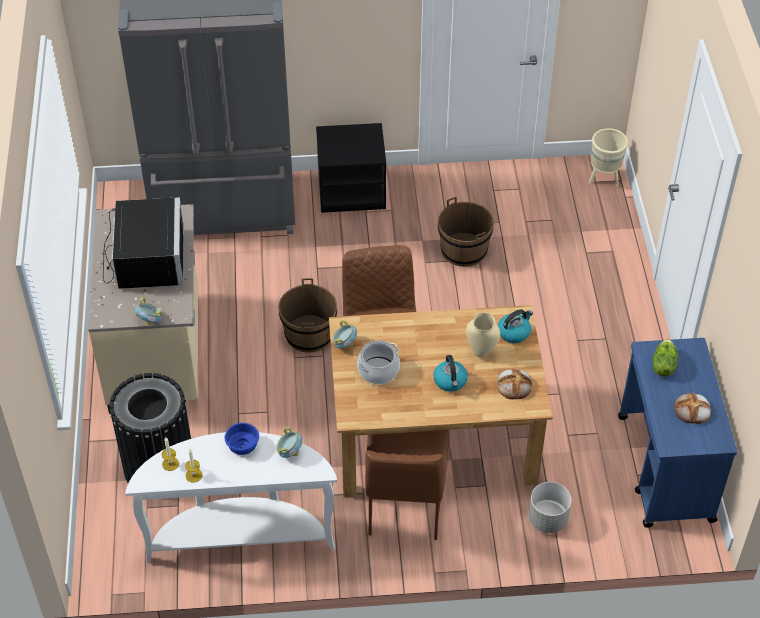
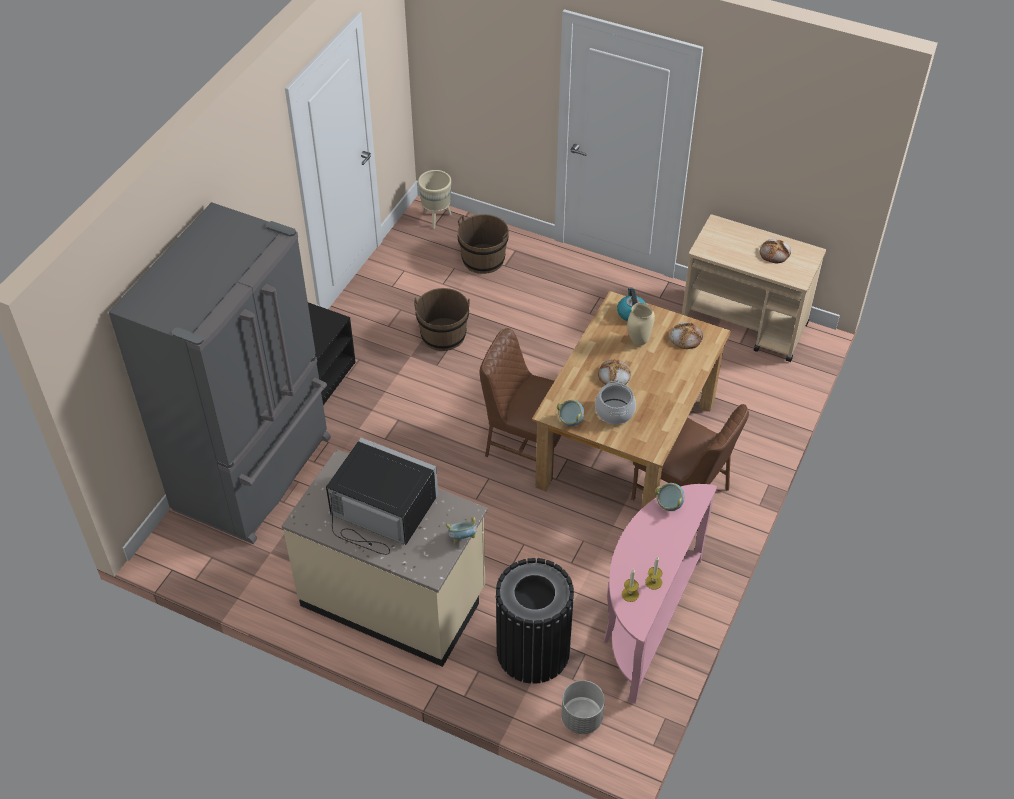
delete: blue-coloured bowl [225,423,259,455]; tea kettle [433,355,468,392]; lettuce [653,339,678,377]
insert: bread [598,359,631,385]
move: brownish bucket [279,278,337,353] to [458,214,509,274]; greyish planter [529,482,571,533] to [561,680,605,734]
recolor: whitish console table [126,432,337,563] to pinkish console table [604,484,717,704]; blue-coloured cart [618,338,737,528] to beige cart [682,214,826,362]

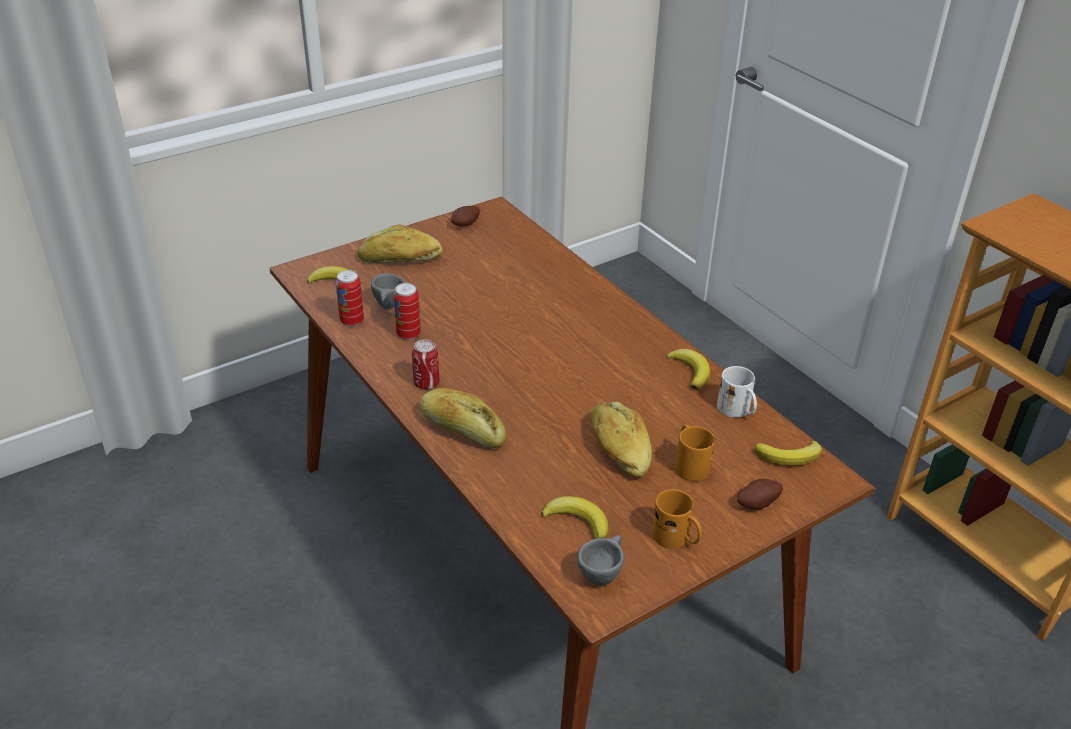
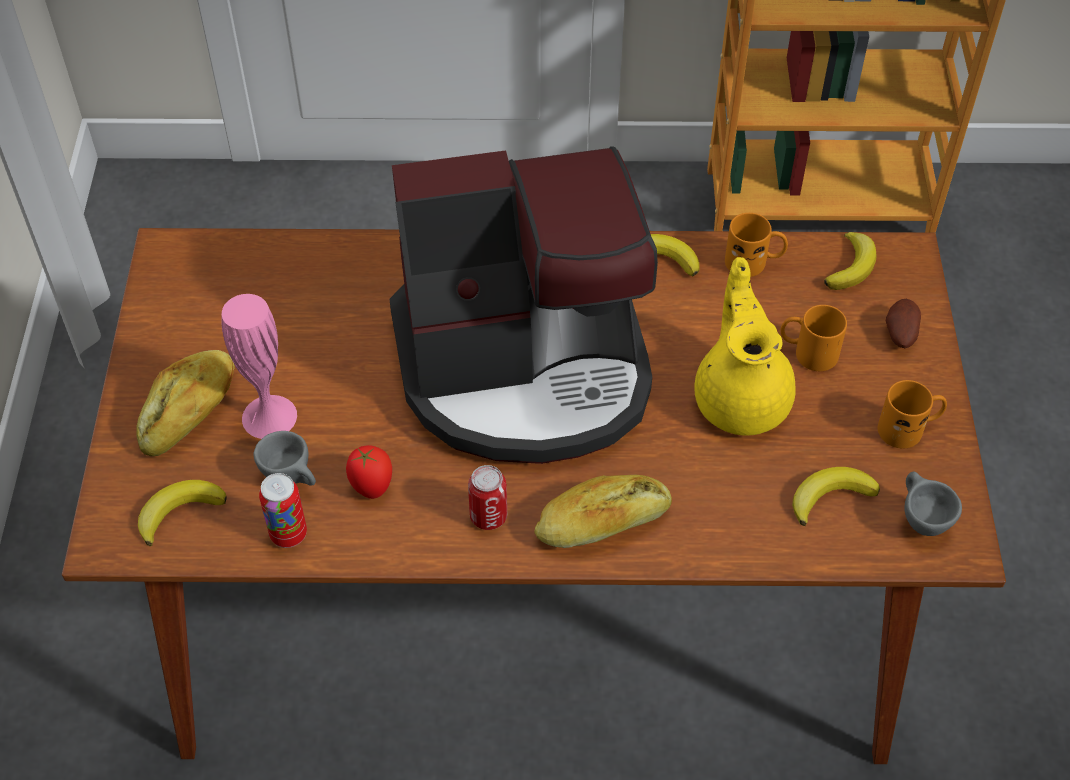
delete: spud [451,206,480,226]
insert: pinkish flower vase [221,294,297,439]; coffee maker [389,146,658,464]
replace: metal can [394,283,421,340] to whole tomato [346,445,392,499]; bread [591,402,652,477] to yellow pot for tea [694,257,796,436]
recolor: whitish mug [717,366,757,418] to orangey mug [725,213,788,277]

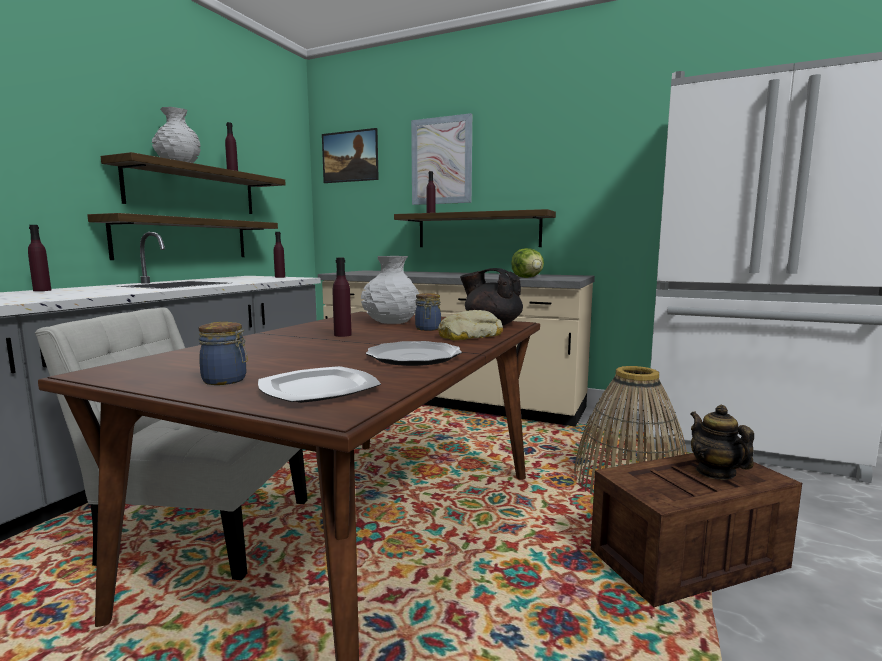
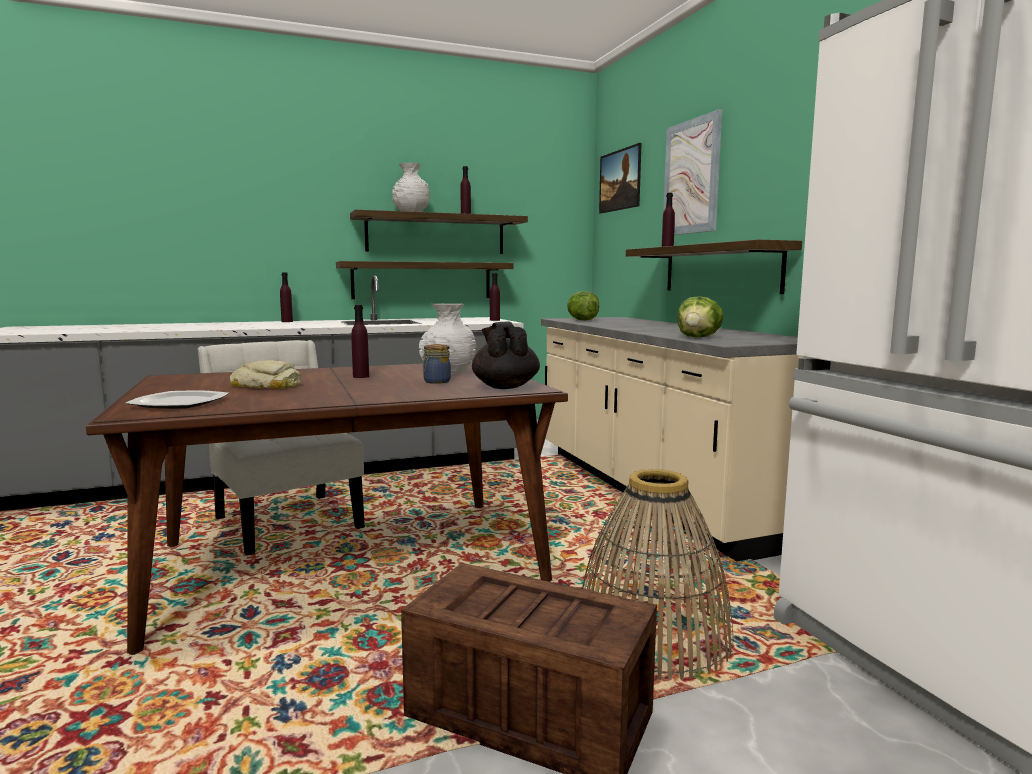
delete: storage jar [199,322,248,385]; dinner plate [366,341,462,366]; pot for tea [690,405,754,480]
insert: lettuce [567,291,599,321]
move: bread [438,310,503,340] to [230,360,301,389]

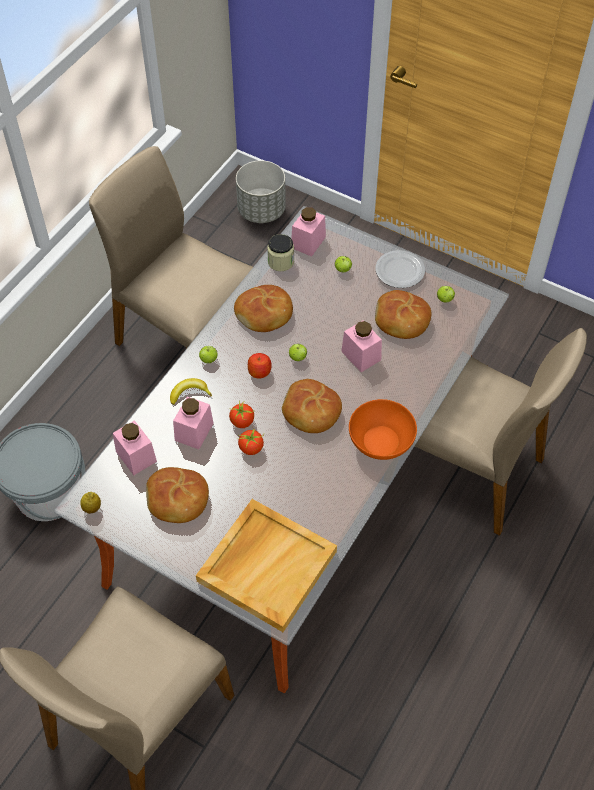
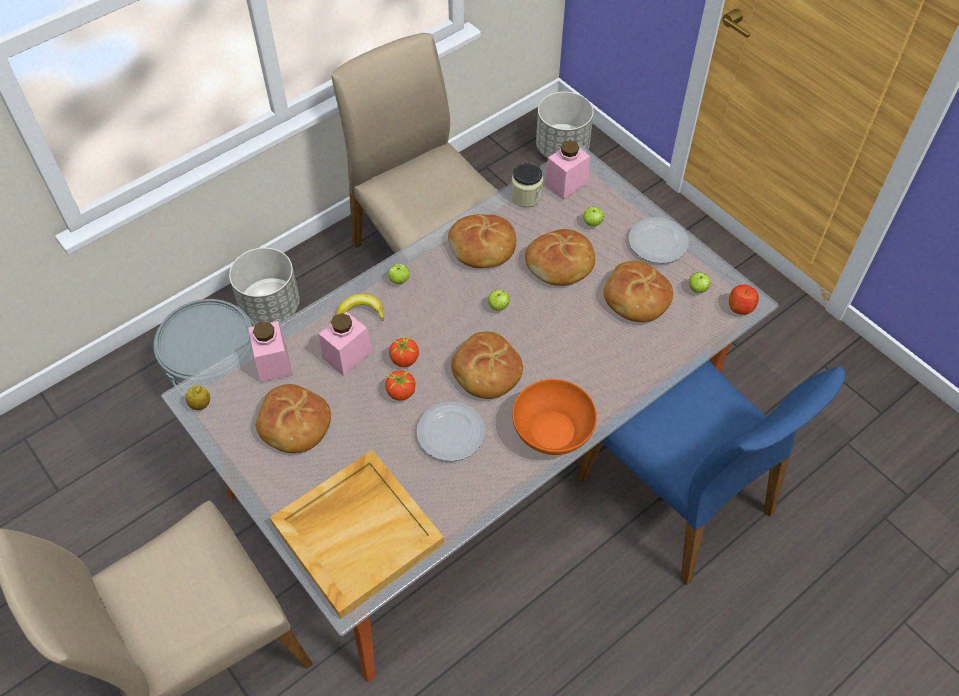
delete: pinkish storage jar [341,321,382,372]
insert: greyish planter [229,248,300,325]; dinner plate [417,401,485,461]; bread [525,229,595,286]
move: whole apple [248,353,272,379] to [729,284,759,315]
recolor: beige plain chair [415,328,587,536] to blue-coloured plain chair [577,360,845,586]

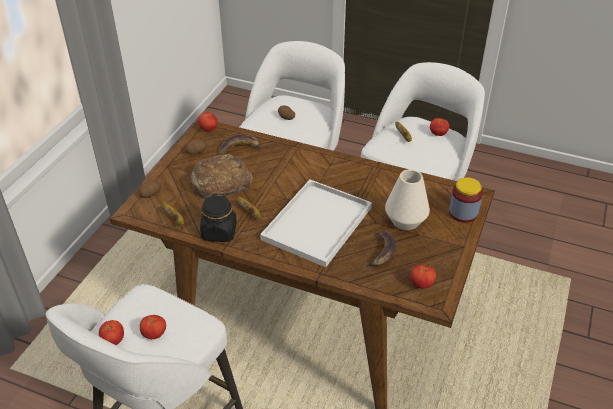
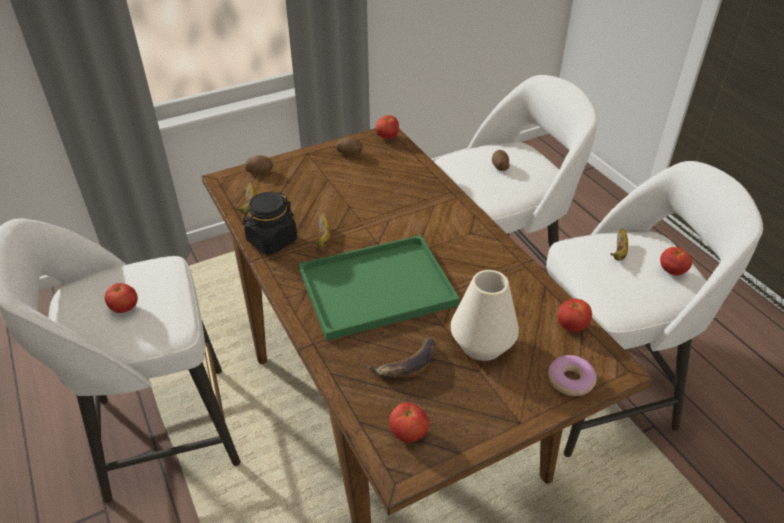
delete: bread [191,154,253,199]; banana fruit [219,135,263,155]
move: whole tomato [99,320,124,345] to [558,298,592,332]
replace: storage jar [449,177,483,223] to donut [548,355,597,396]
recolor: whitish carrying tray [260,179,372,267] to greenish carrying tray [299,235,460,341]

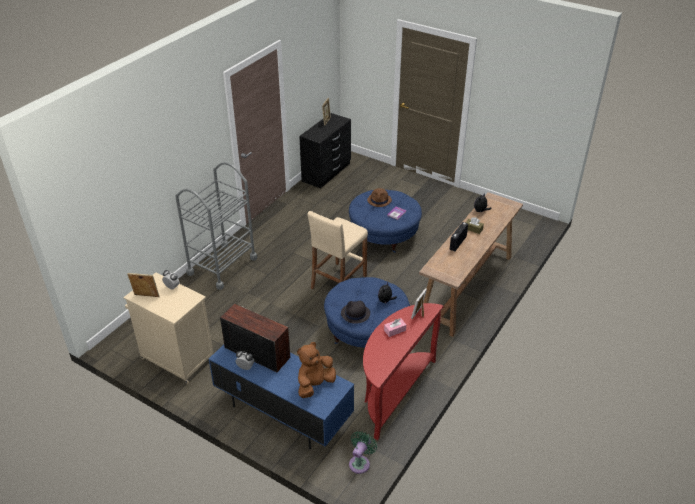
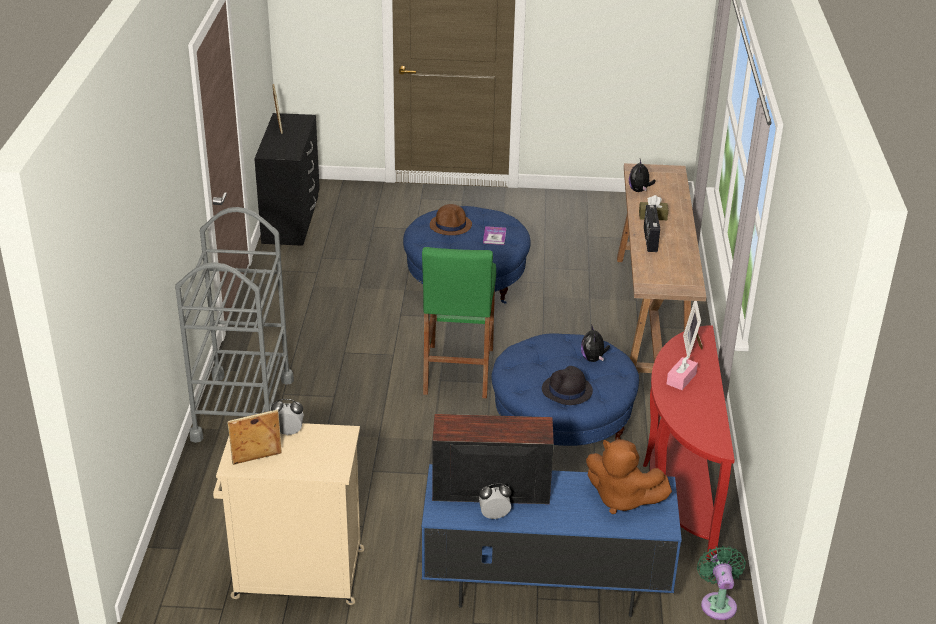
recolor: beige sitting stool [308,211,368,290] to greenish sitting stool [422,247,496,398]
rotate: brownish plush toy [297,342,336,398] = [586,439,672,514] 75 degrees counterclockwise

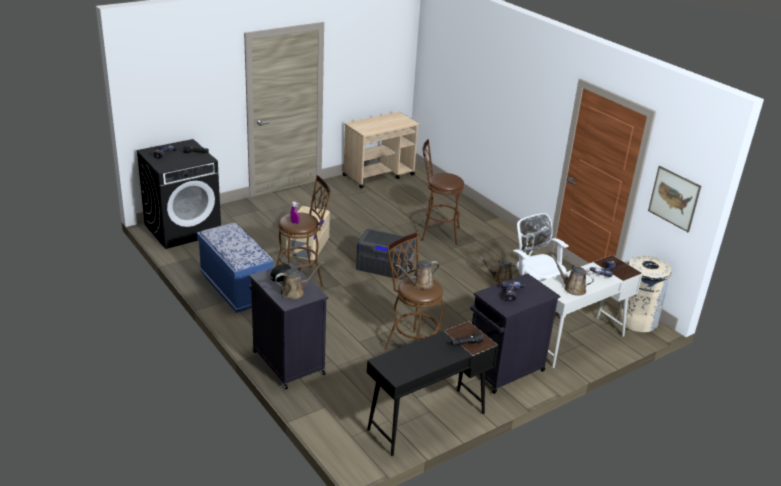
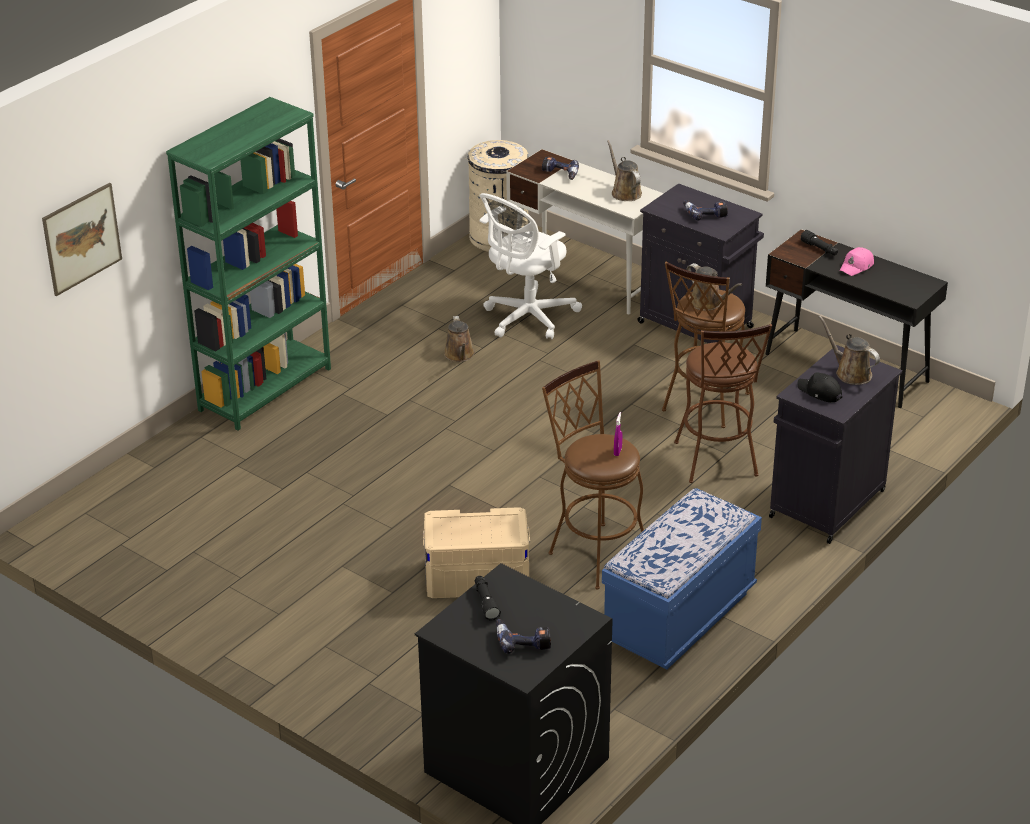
delete: beige cart [343,112,419,188]; greyish storage box [356,229,415,280]
insert: greenish bookcase [166,97,331,431]; pinkish cap [839,247,874,276]
move: brownish sitting stool [421,139,464,245] to [674,324,772,483]; wall art [648,166,701,232] to [42,183,122,296]
rotate: brownish watering can [551,255,594,296] = [607,140,642,201] 135 degrees clockwise

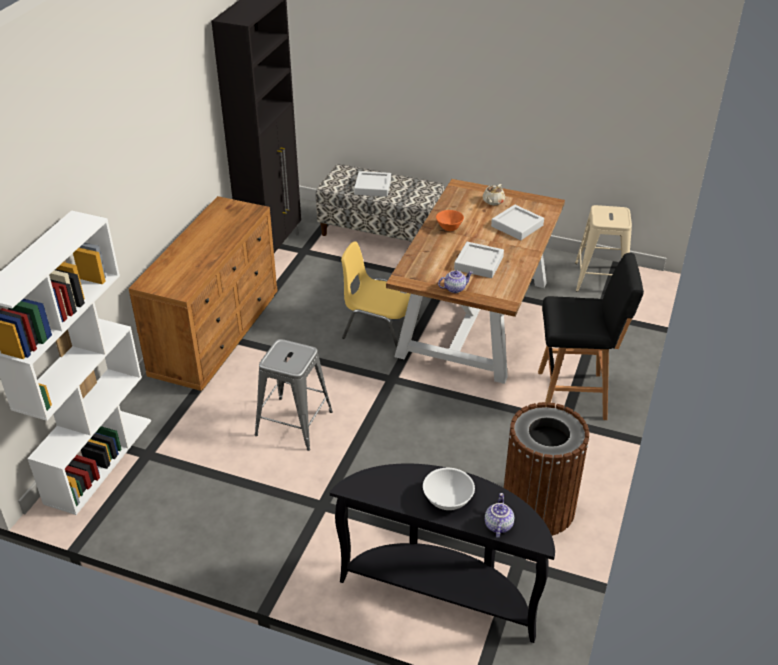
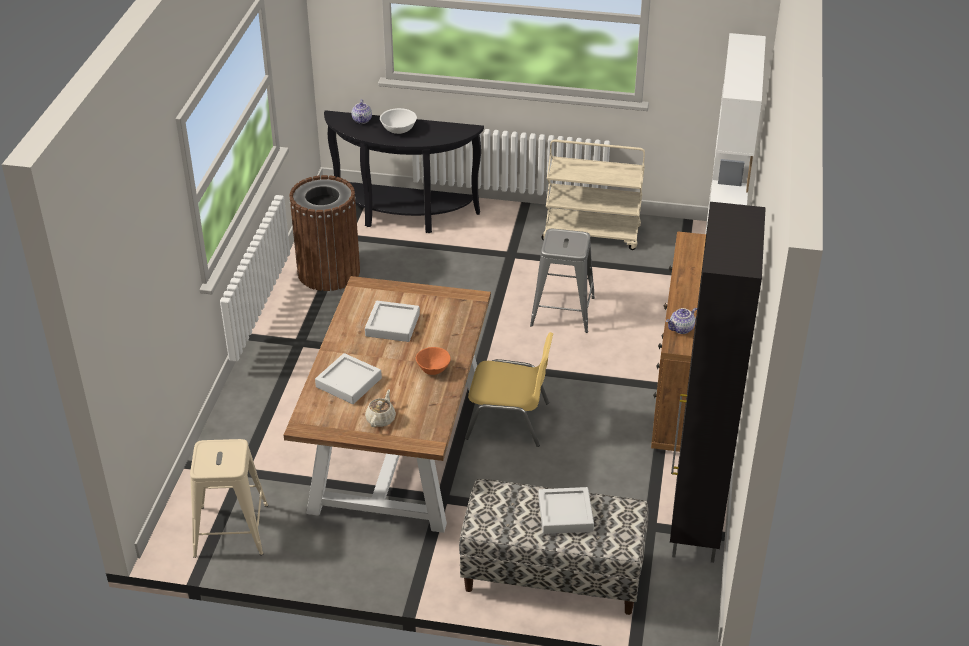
delete: blackish sitting stool [538,253,644,420]
insert: beige cart [541,140,645,250]
move: pot for tea [438,270,473,293] to [666,308,697,334]

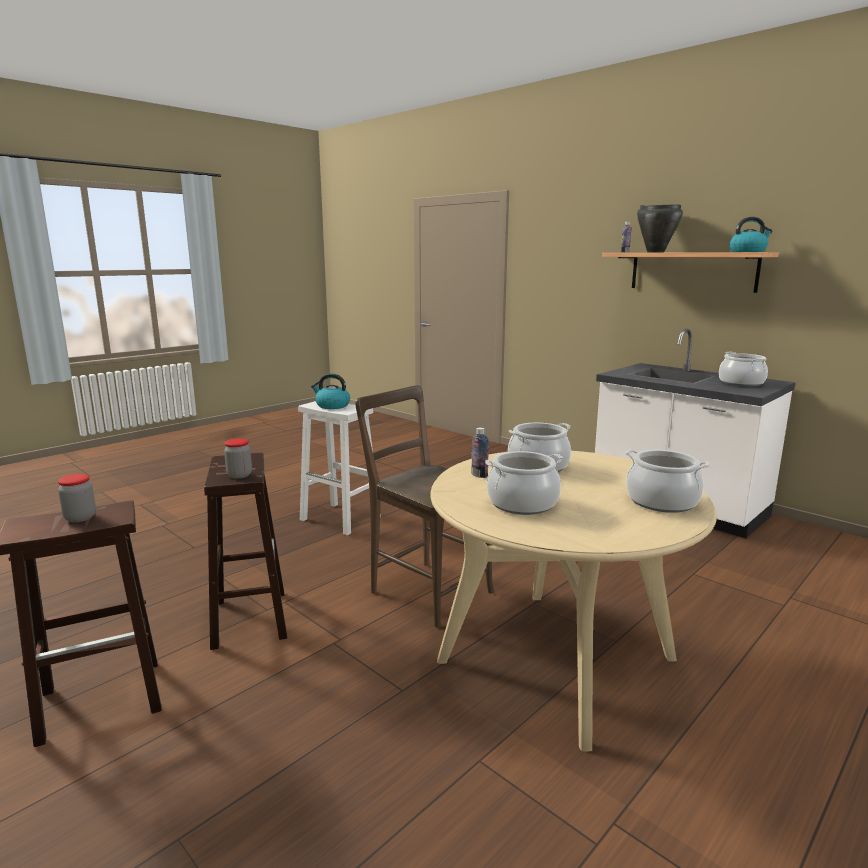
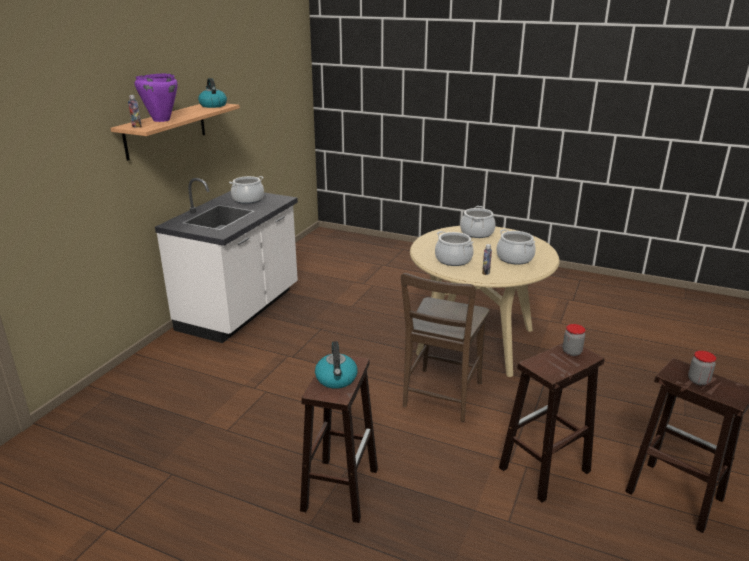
recolor: whitish sitting stool [298,401,381,536] to brownish sitting stool [300,353,378,523]; blackish cooking pot [637,204,683,252] to purple-coloured cooking pot [135,73,178,122]

